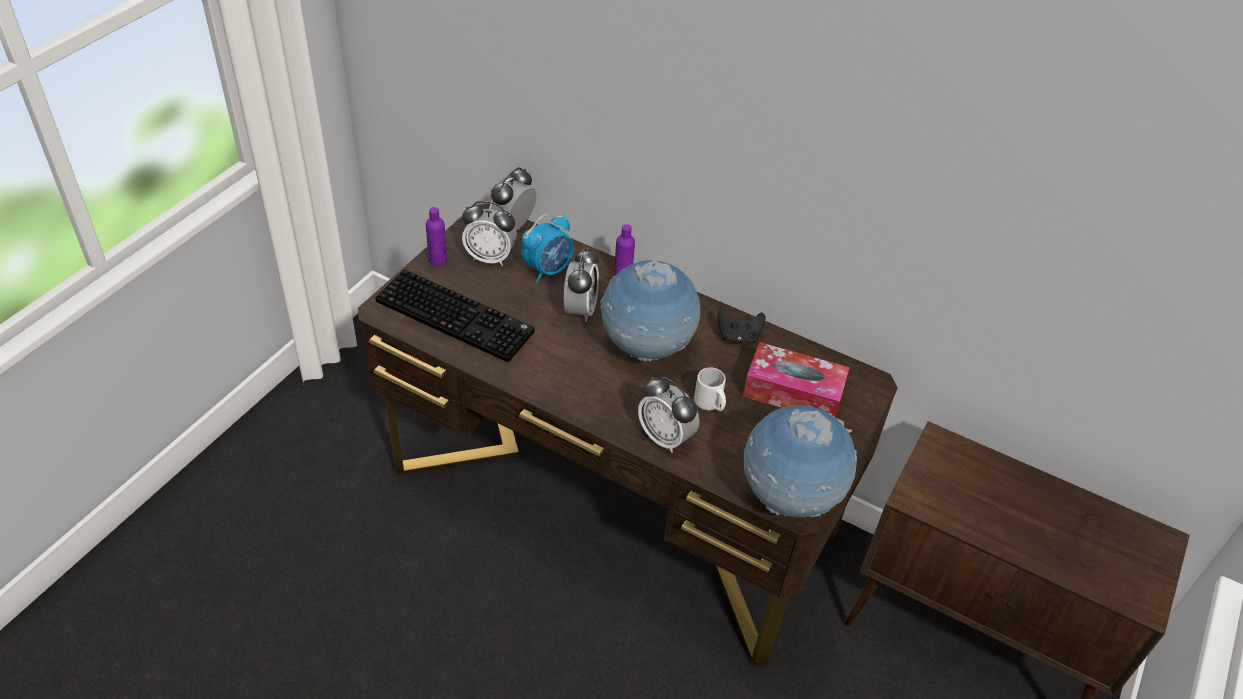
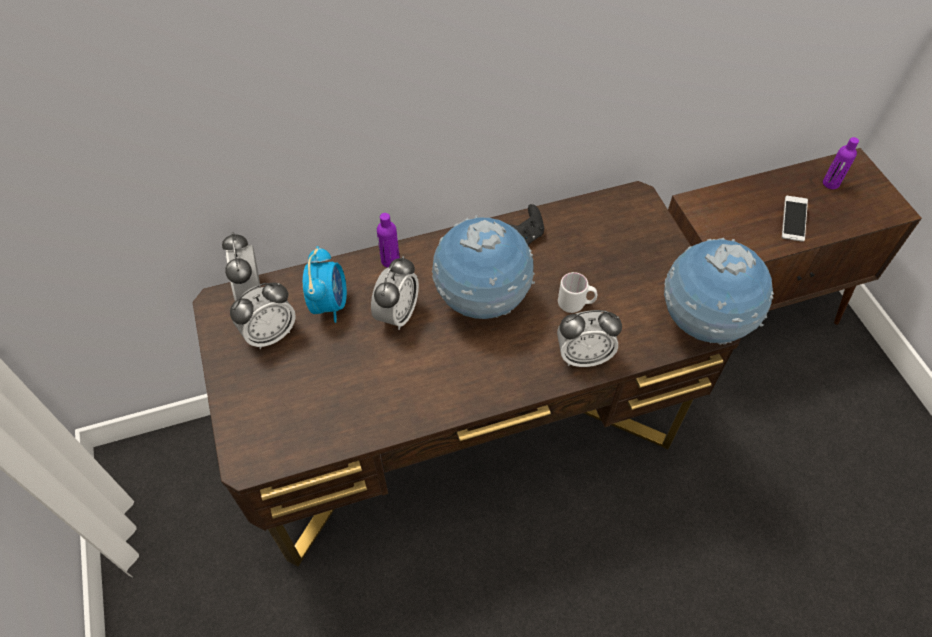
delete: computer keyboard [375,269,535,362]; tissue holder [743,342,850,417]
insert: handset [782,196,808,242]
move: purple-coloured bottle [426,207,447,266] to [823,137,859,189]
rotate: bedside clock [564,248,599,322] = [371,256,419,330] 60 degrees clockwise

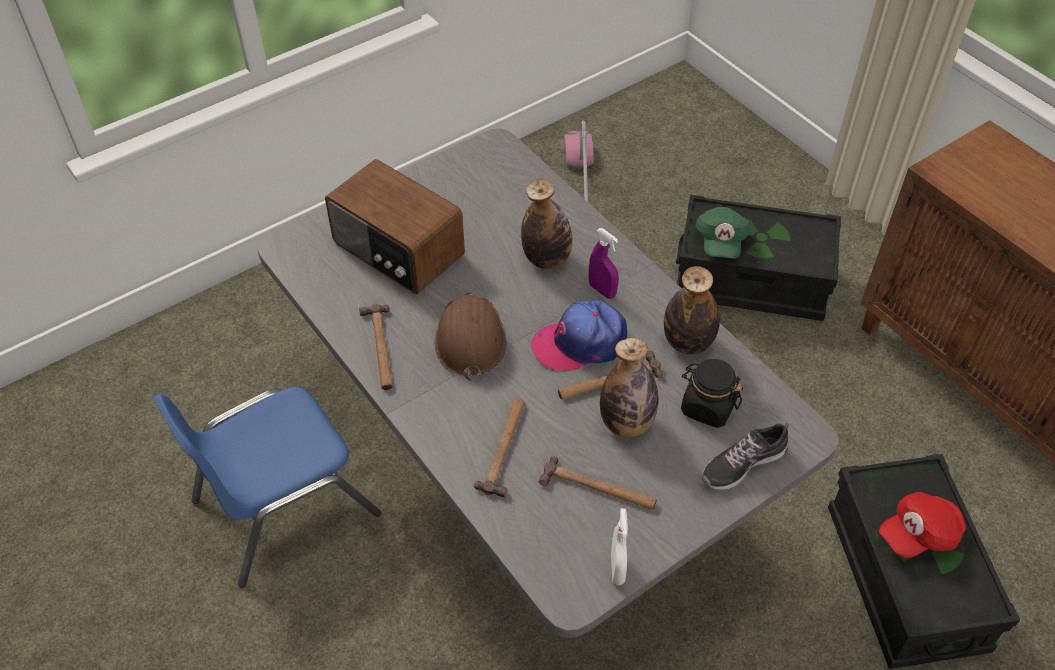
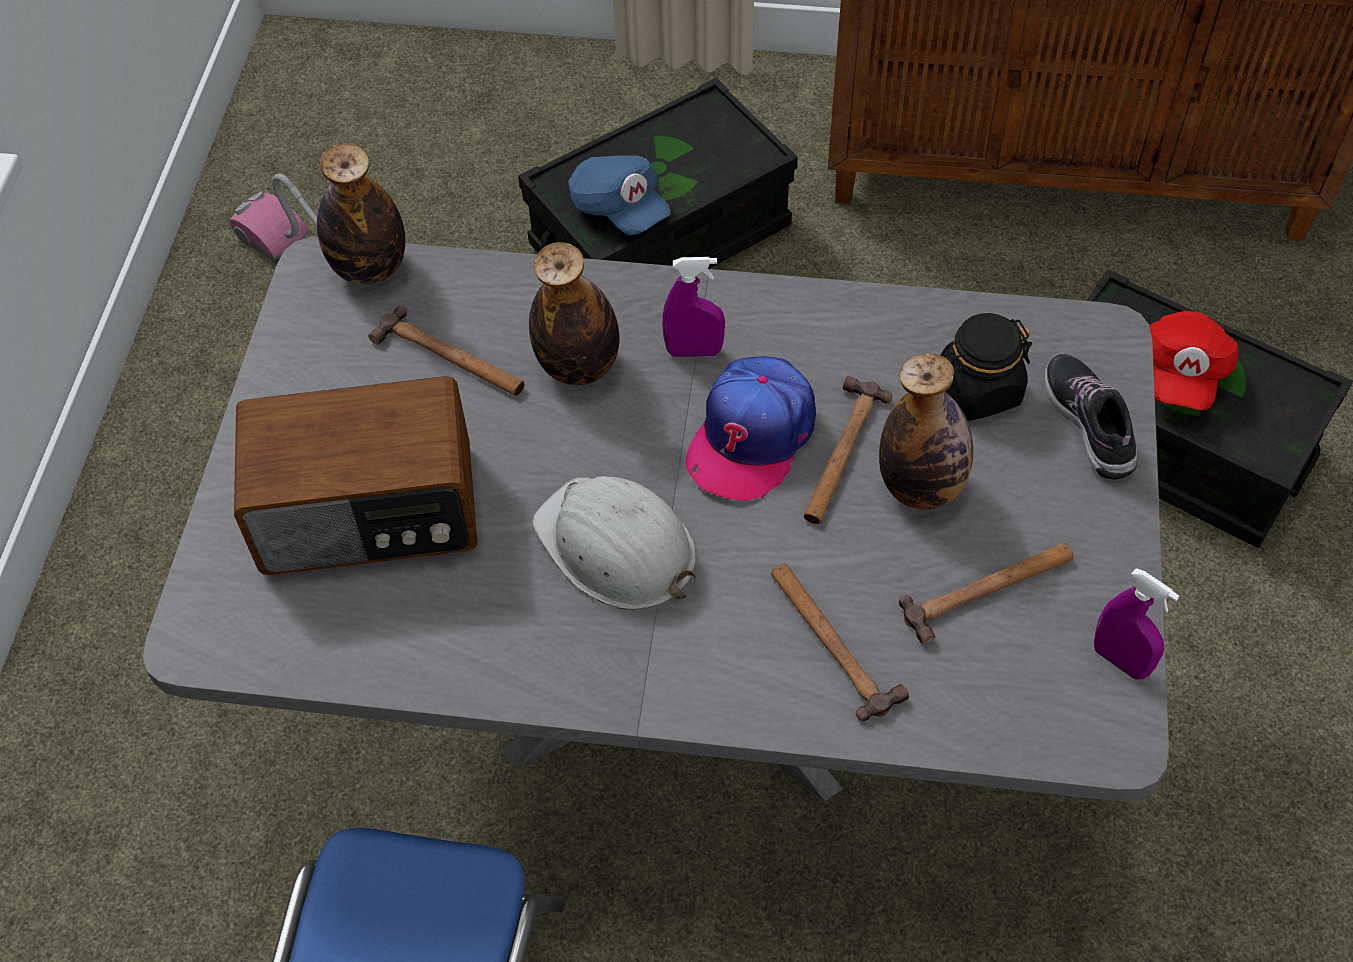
move: tool hammer [359,304,393,390] to [368,306,525,396]; bottle [664,266,720,354] to [317,143,405,285]
recolor: brownish safety helmet [435,293,506,381] to whitish safety helmet [532,476,697,610]; whitish spray bottle [611,509,628,586] to purple-coloured spray bottle [1094,568,1179,680]; greenish cap [696,207,750,259] to blue-coloured cap [568,155,671,235]
rotate: item of footwear [702,422,789,490] = [1045,353,1137,480] 150 degrees clockwise

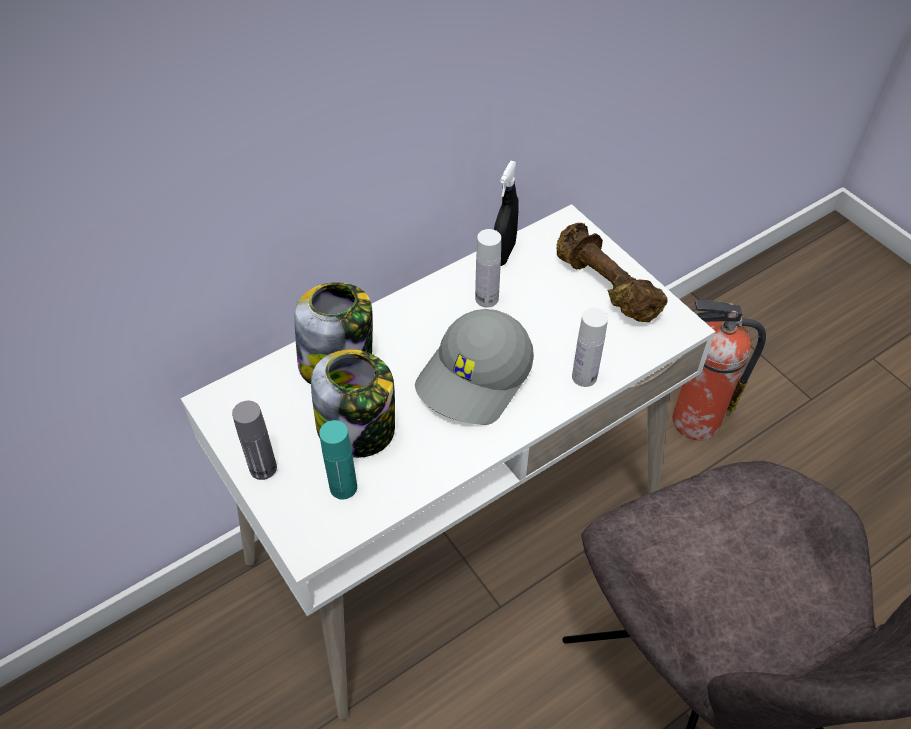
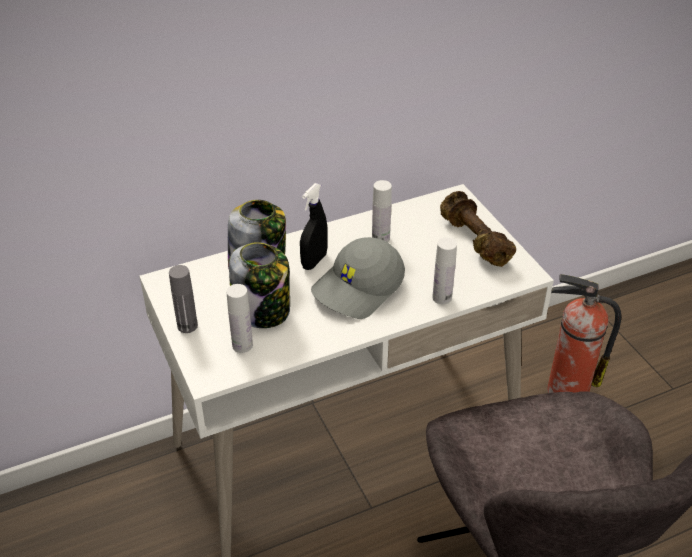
move: blackish spray bottle [494,161,519,266] to [300,183,328,270]
recolor: turquoise-coloured bottle [319,420,357,499] to whitish bottle [226,284,253,353]

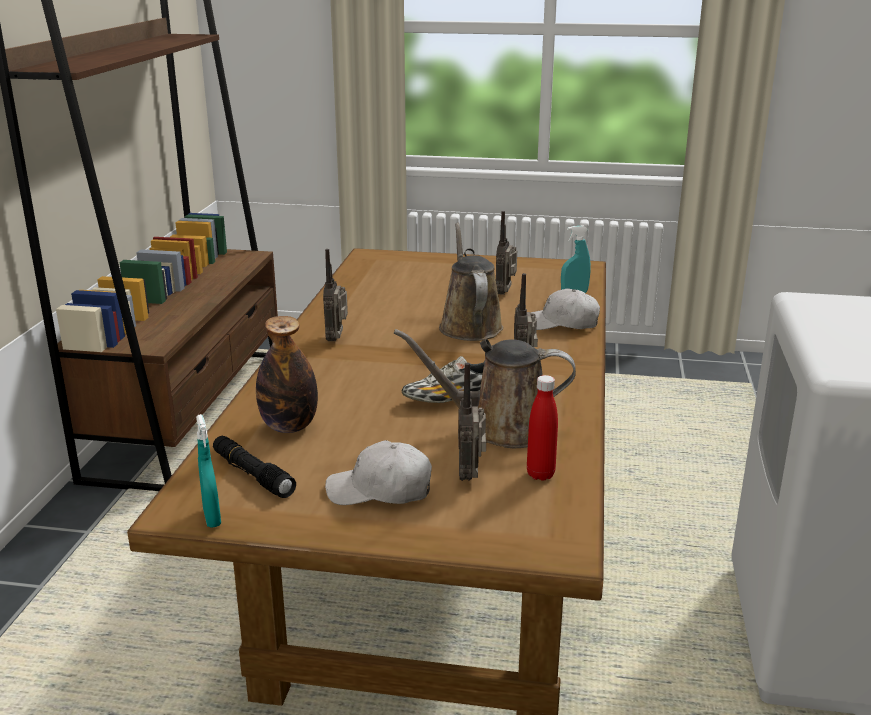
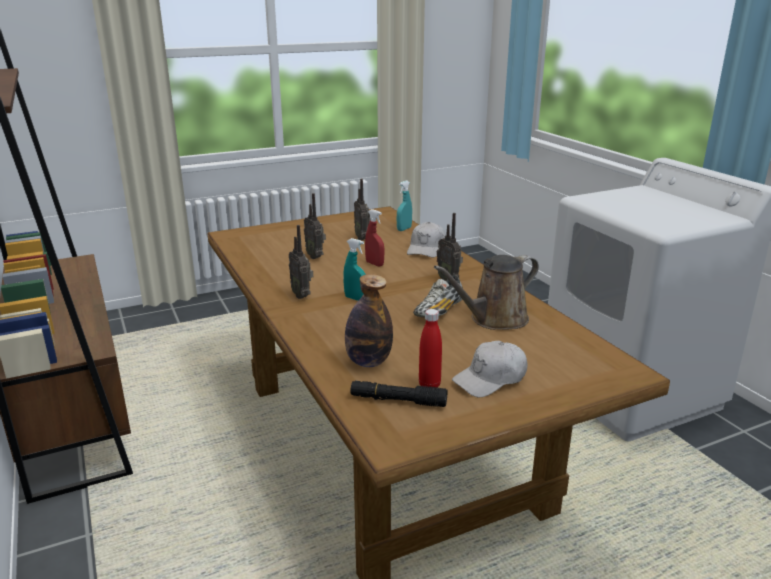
move: turquoise-coloured spray bottle [196,414,221,528] to [343,238,366,301]; radio set [458,363,486,481] to [304,193,326,259]; reddish bottle [527,375,558,481] to [419,309,442,388]
replace: brownish watering can [439,223,503,341] to reddish spray bottle [365,209,384,266]
rotate: whitish cap [530,288,600,330] = [407,222,445,257] 45 degrees counterclockwise

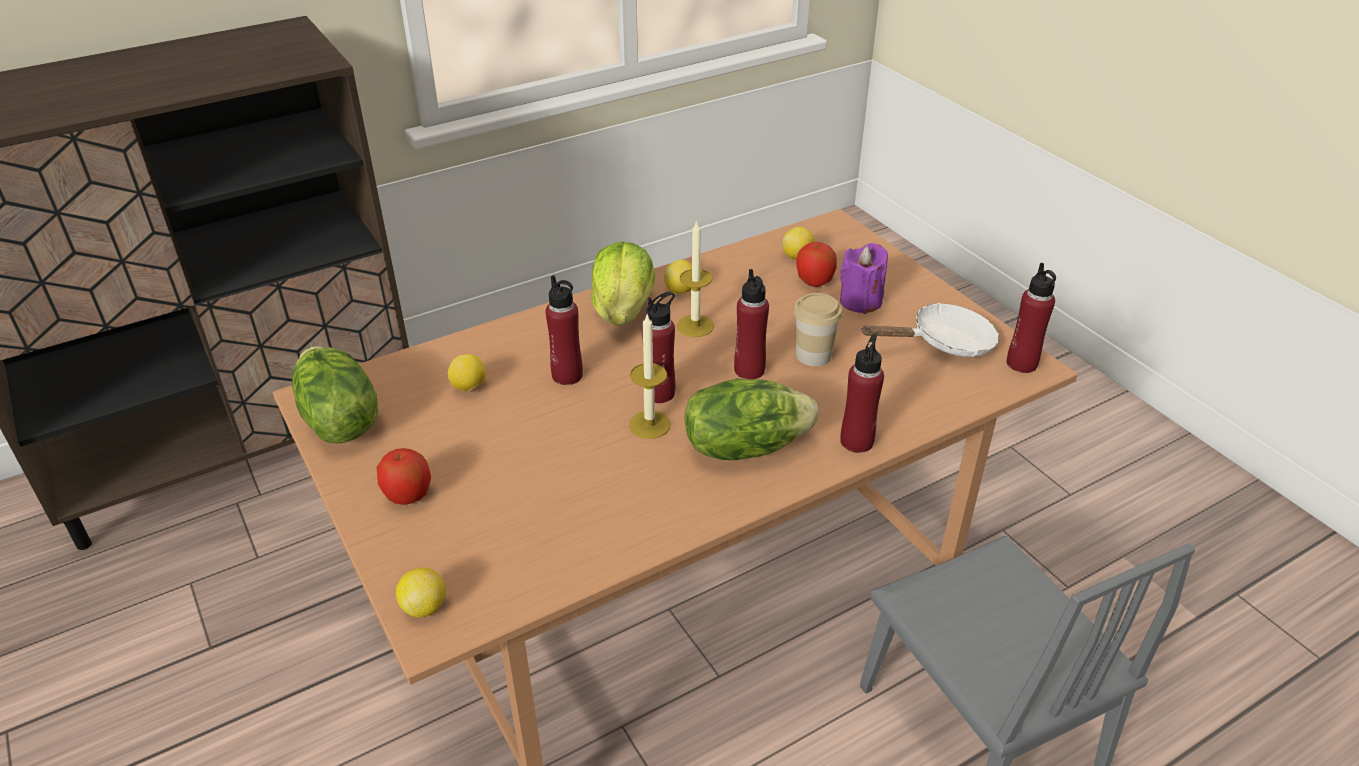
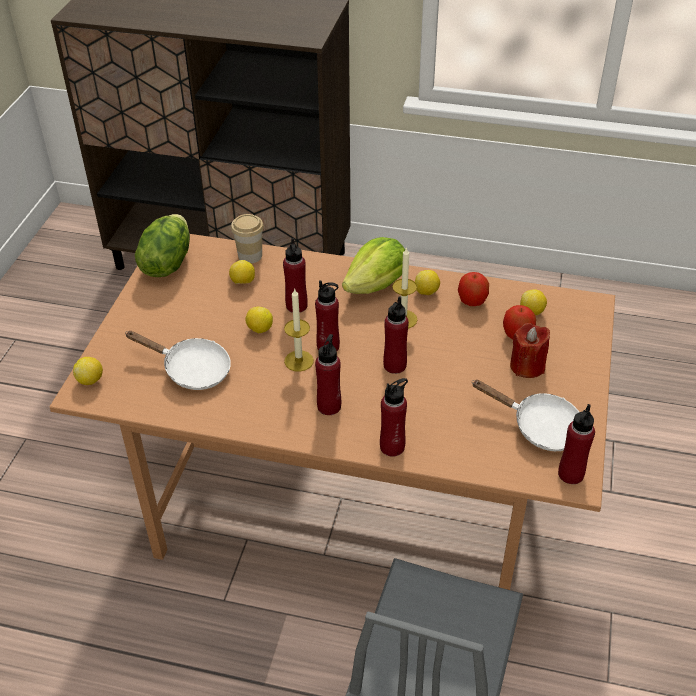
insert: whitish pan [125,331,231,390]; lemon [245,307,273,333]
move: whole apple [376,448,431,505] to [458,272,489,306]; drinking cup [794,293,842,366] to [231,214,264,263]
replace: lettuce [685,379,818,460] to reddish bottle [315,334,341,415]
recolor: purple-coloured wax light [840,243,888,314] to reddish wax light [510,323,550,378]

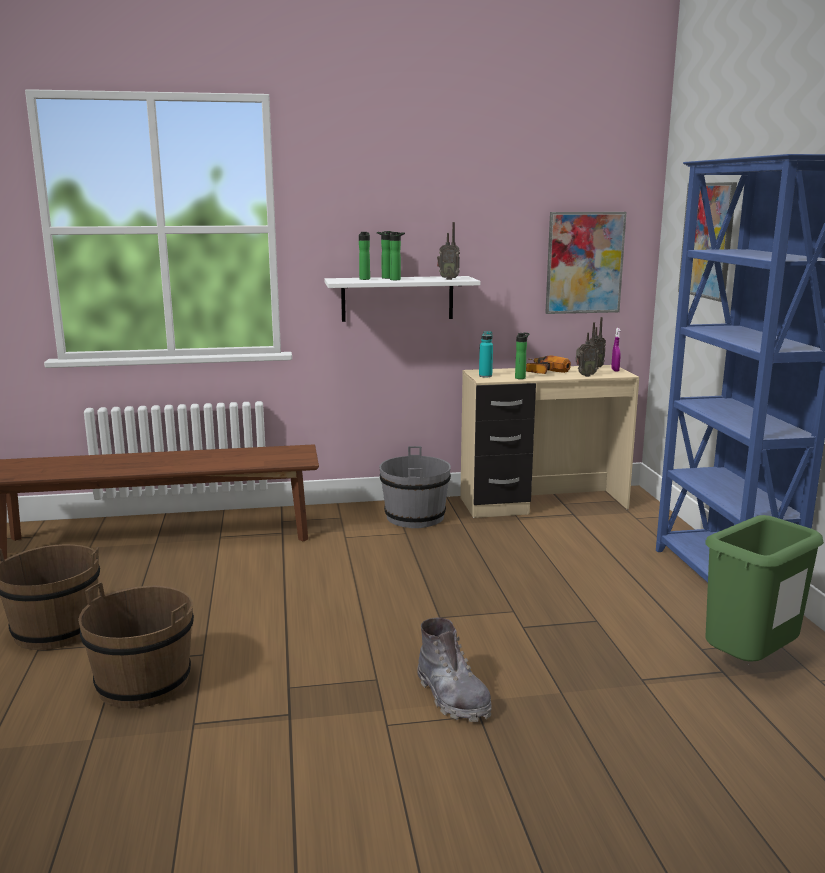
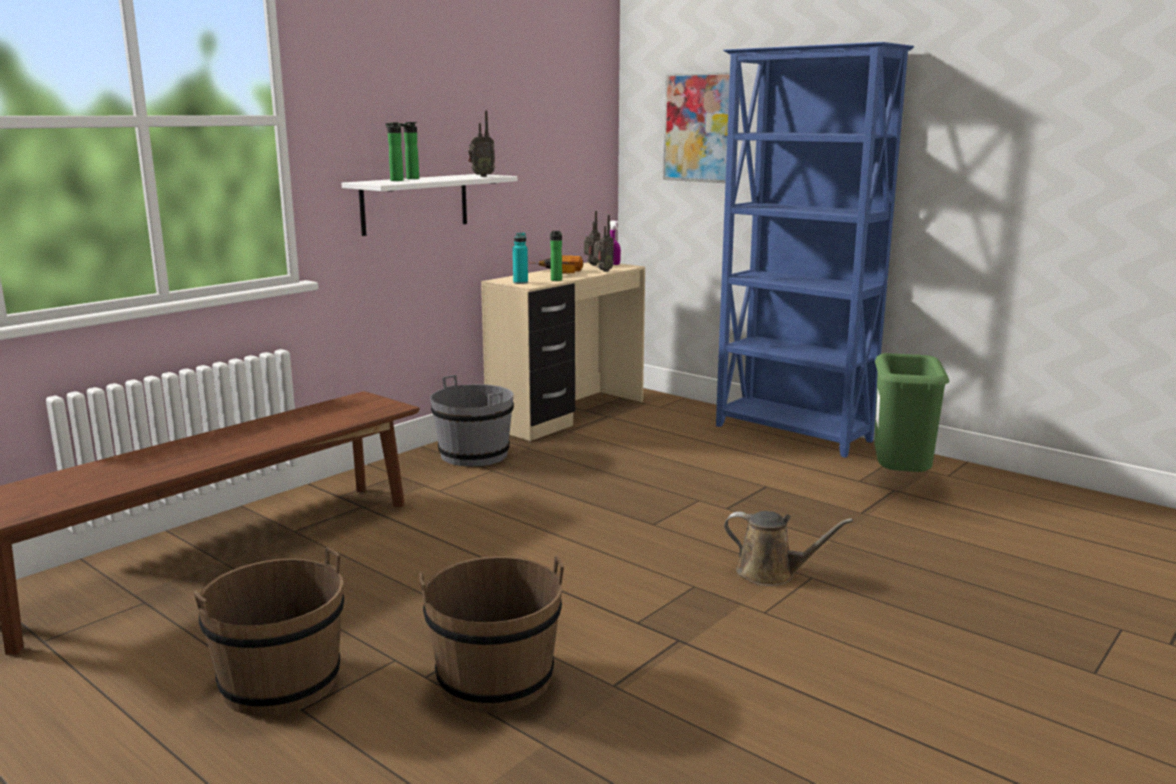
delete: bottle [390,232,405,280]; wall art [545,212,627,314]
replace: greyish tall boot [417,618,492,722] to brownish watering can [724,511,853,586]

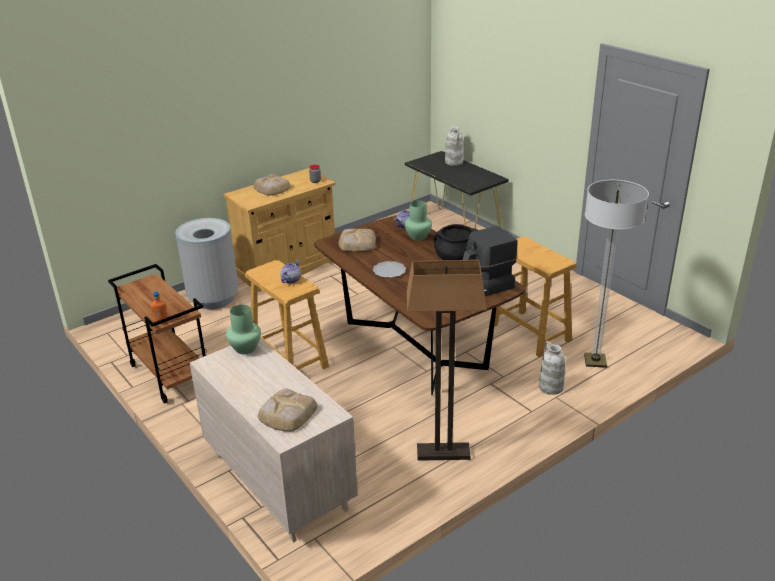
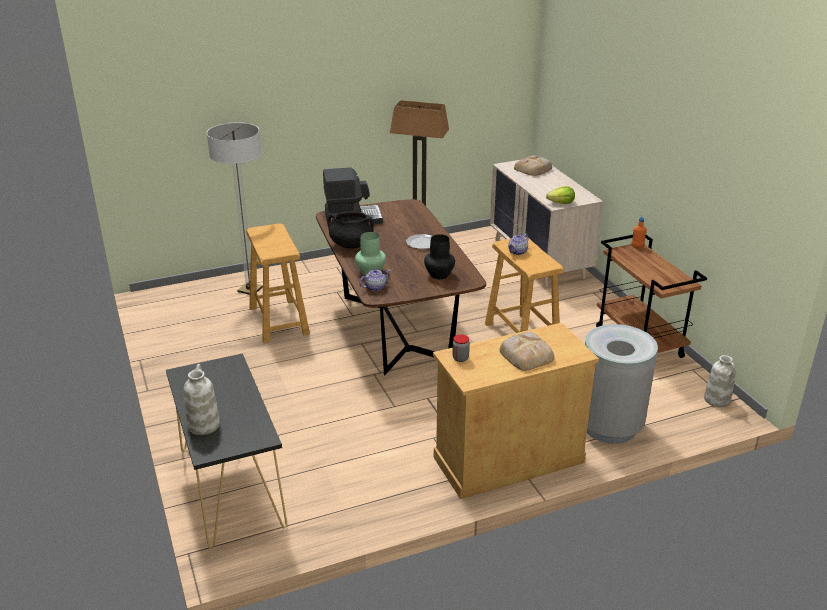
move: whitish flower vase [539,341,565,395] to [704,355,736,407]
replace: greenish flower vase [226,305,261,354] to lettuce [546,186,575,204]; bread [338,229,376,251] to blackish flower vase [424,234,455,279]

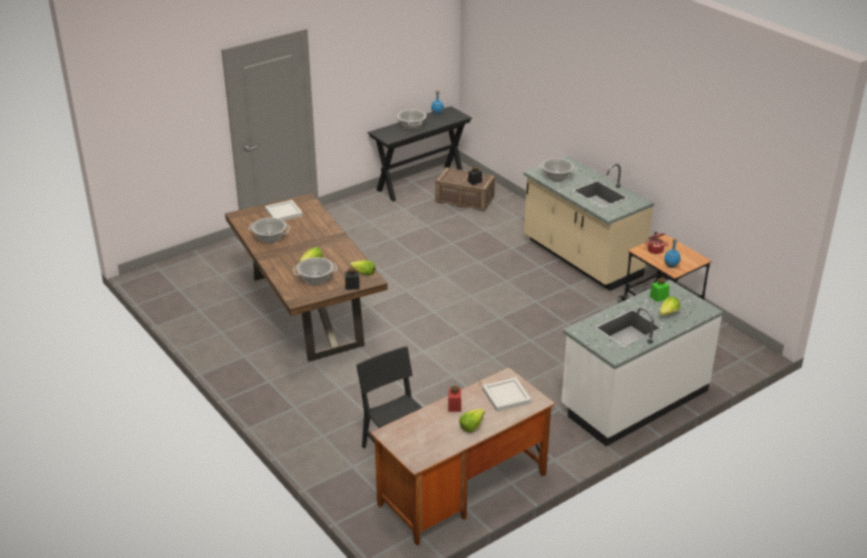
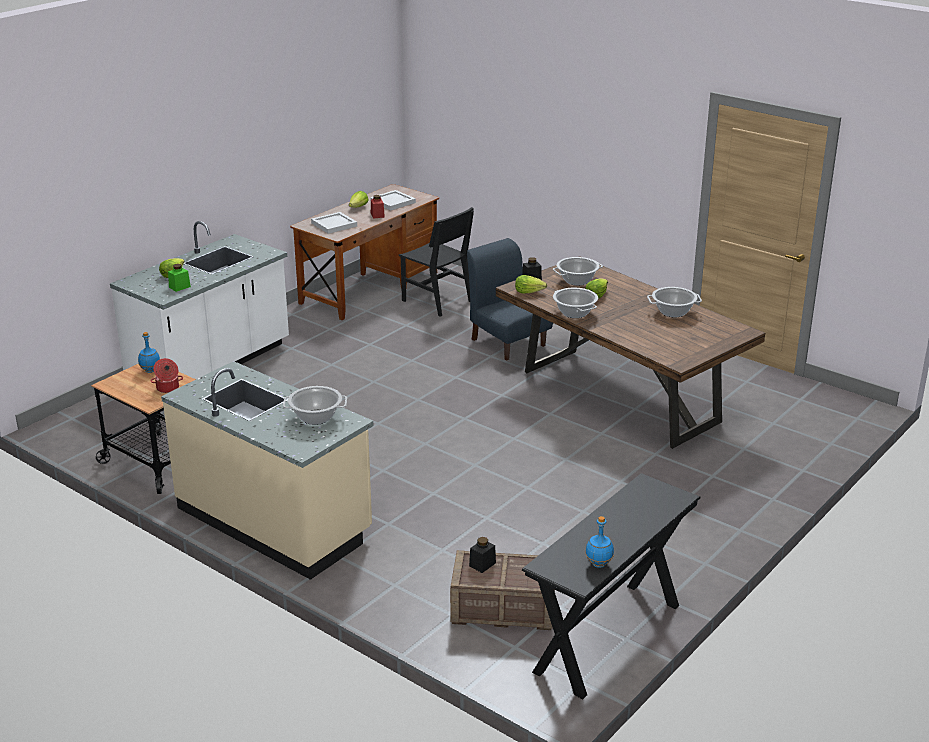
insert: blue-coloured plain chair [467,238,553,360]
move: whitish carrying tray [265,200,303,221] to [370,190,416,211]; cooking pot [397,110,427,130] to [553,288,598,318]

